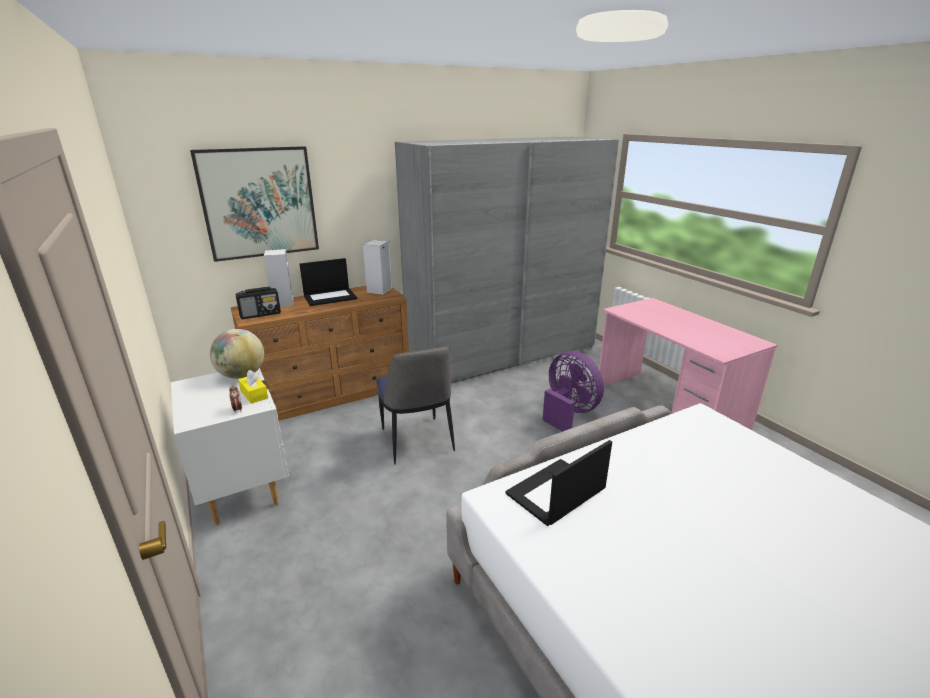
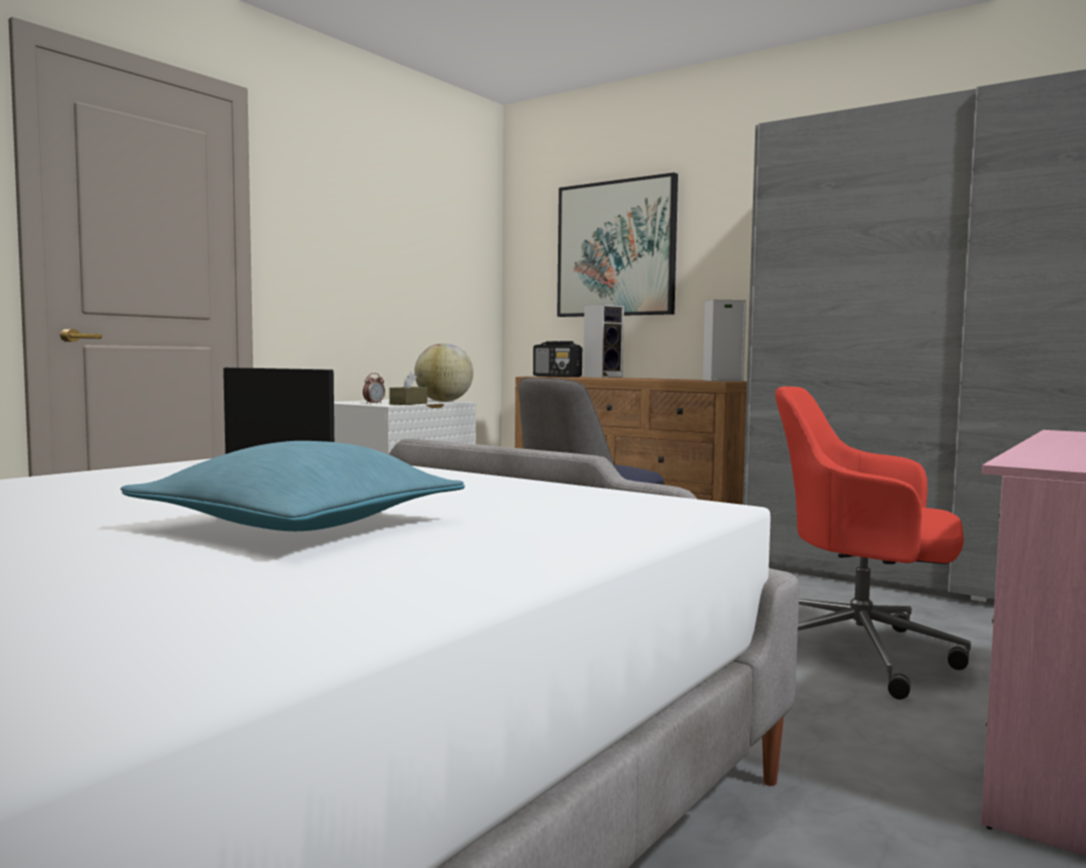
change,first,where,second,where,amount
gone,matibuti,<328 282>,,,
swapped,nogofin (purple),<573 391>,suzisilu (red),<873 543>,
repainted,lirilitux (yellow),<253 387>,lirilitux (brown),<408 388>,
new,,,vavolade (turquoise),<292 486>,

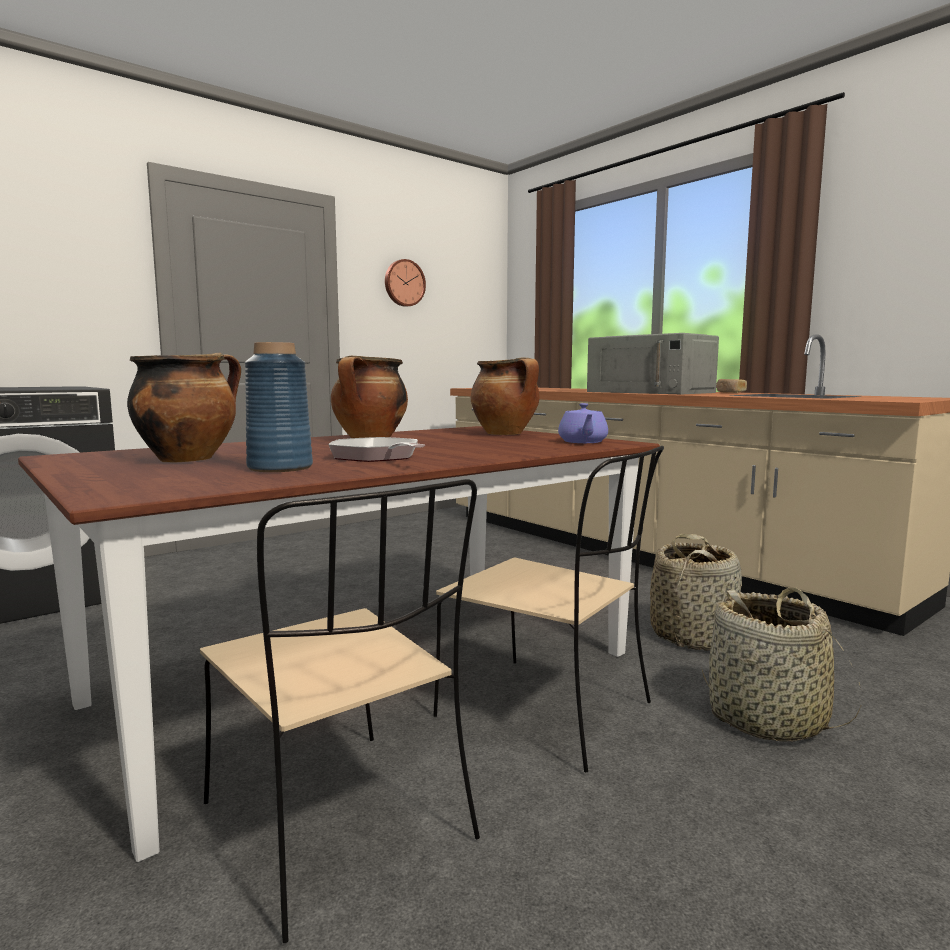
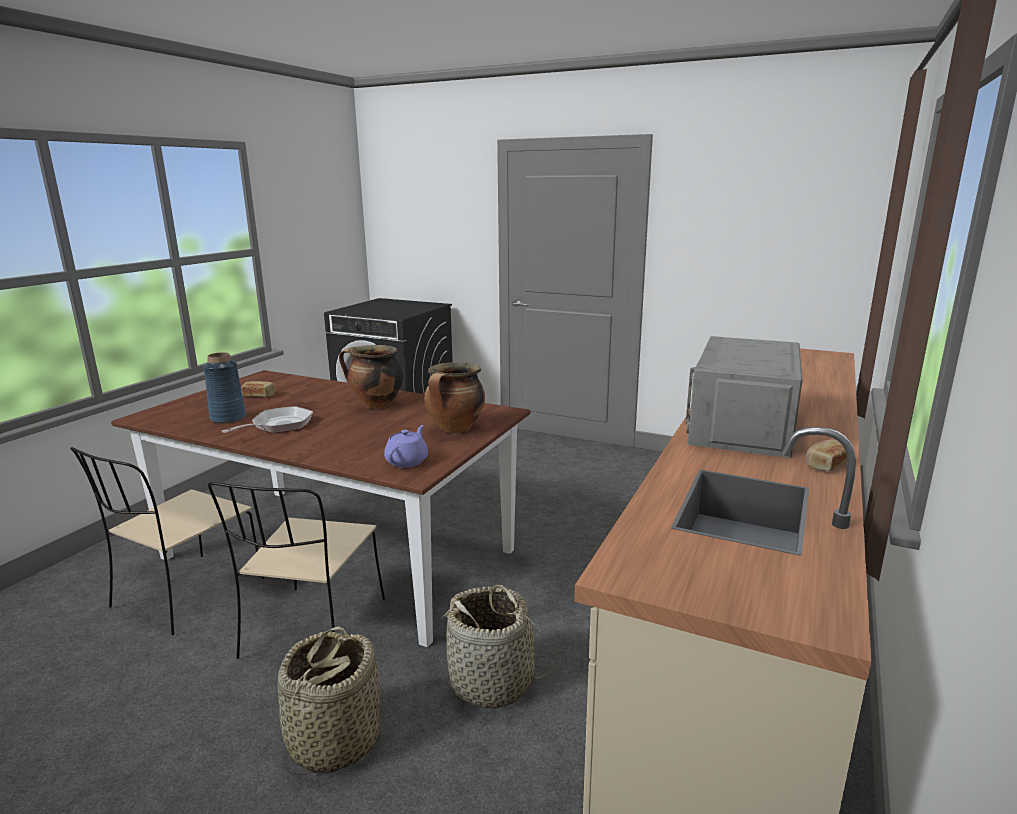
change,first,where,second,where,amount
gone,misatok,<405 283>,,,
swapped,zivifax,<184 407>,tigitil,<258 389>,
rotated,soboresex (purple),<583 423>,,<406 446>,135 degrees clockwise

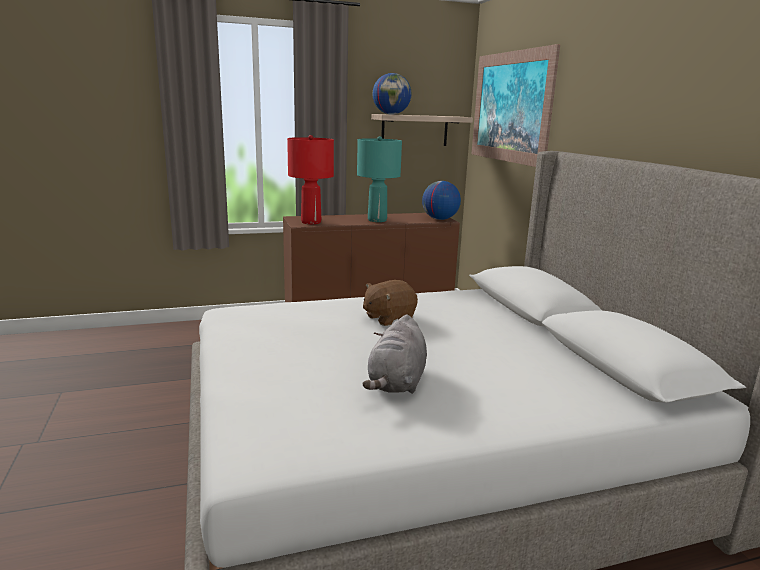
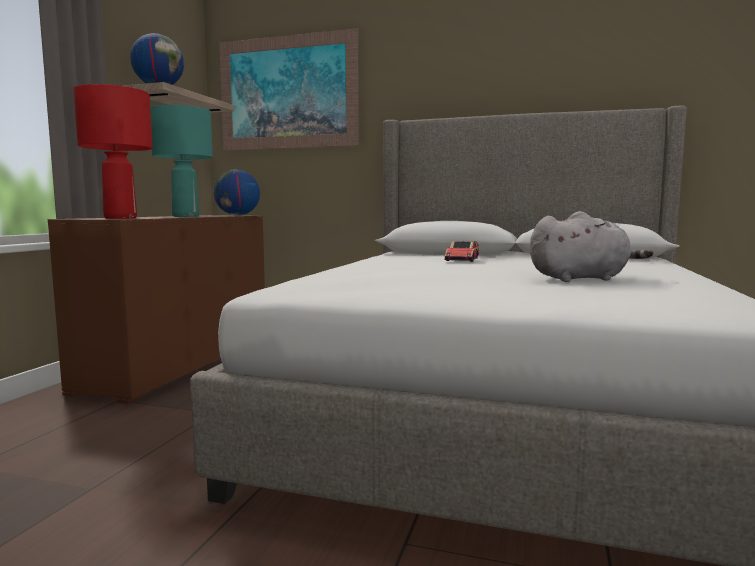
change,first,where,second,where,amount
gone,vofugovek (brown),<390 303>,,,
rotated,vofugovek (grey),<395 354>,,<591 246>,60 degrees counterclockwise
new,,,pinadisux,<461 251>,

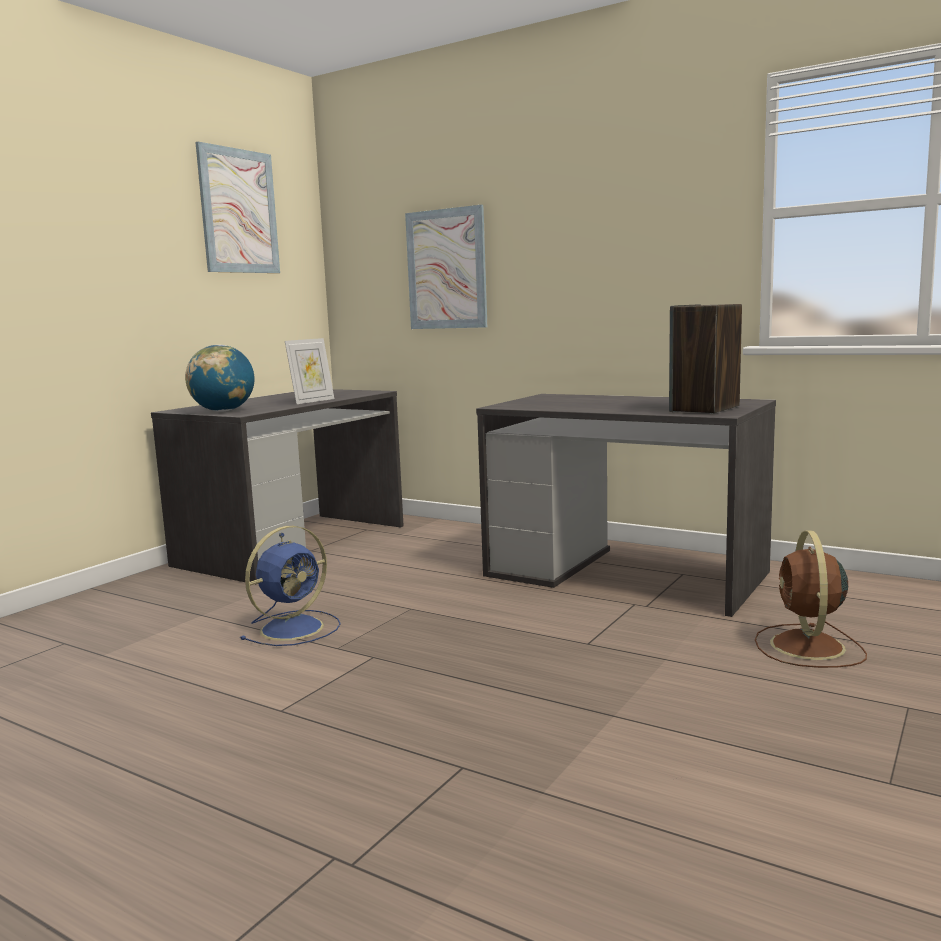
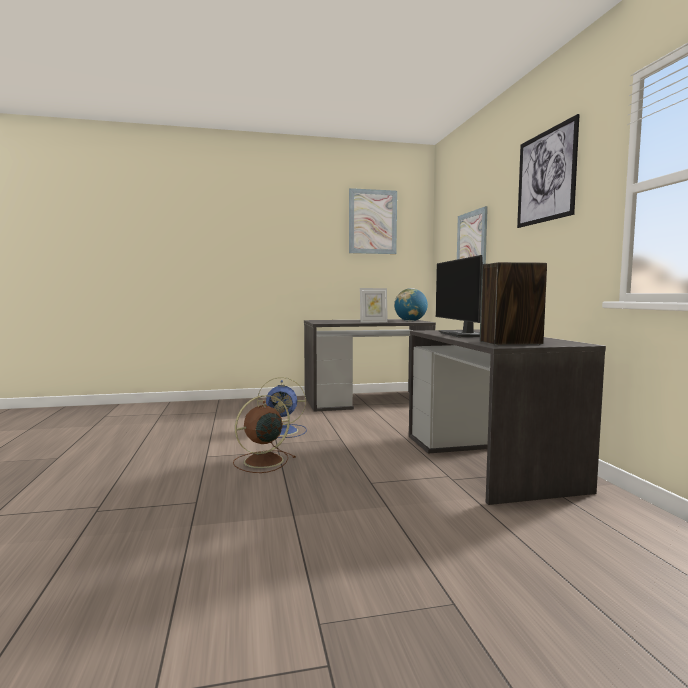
change,first,where,second,where,amount
shifted,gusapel,<220 378>,,<411 305>,
shifted,nogofin (brown),<811 599>,,<264 434>,
new,,,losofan,<548 171>,
new,,,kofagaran,<459 296>,

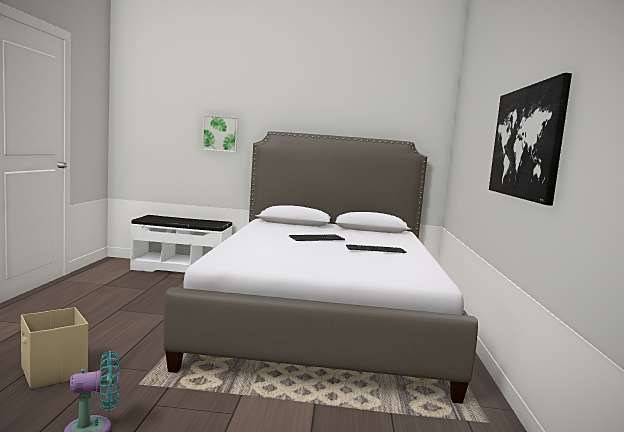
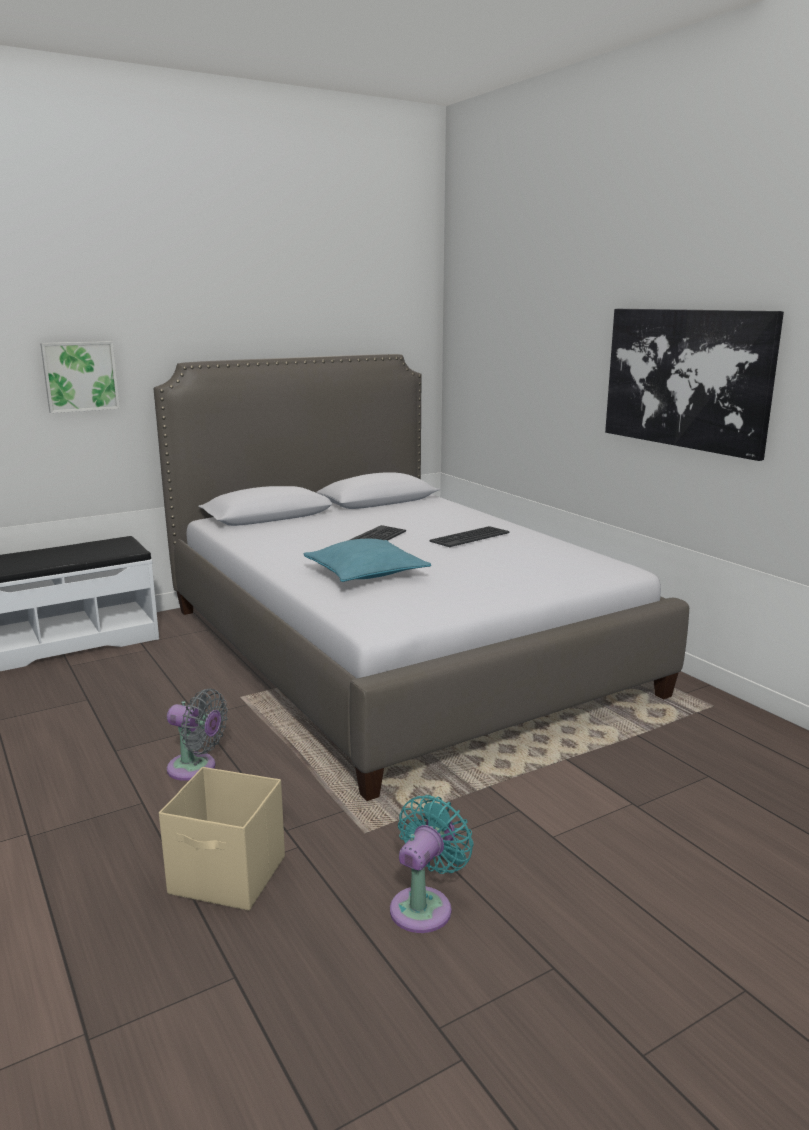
change,first,where,second,where,amount
new,,,vavolade (turquoise),<367 560>,
new,,,nogofin (grey),<197 735>,

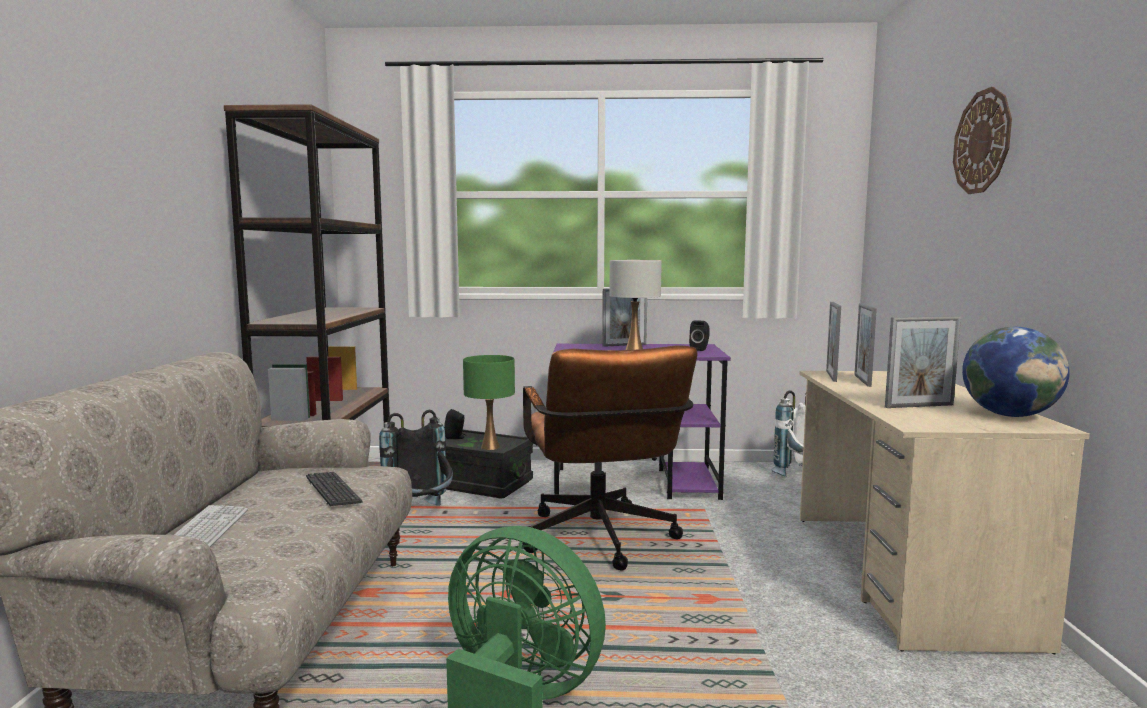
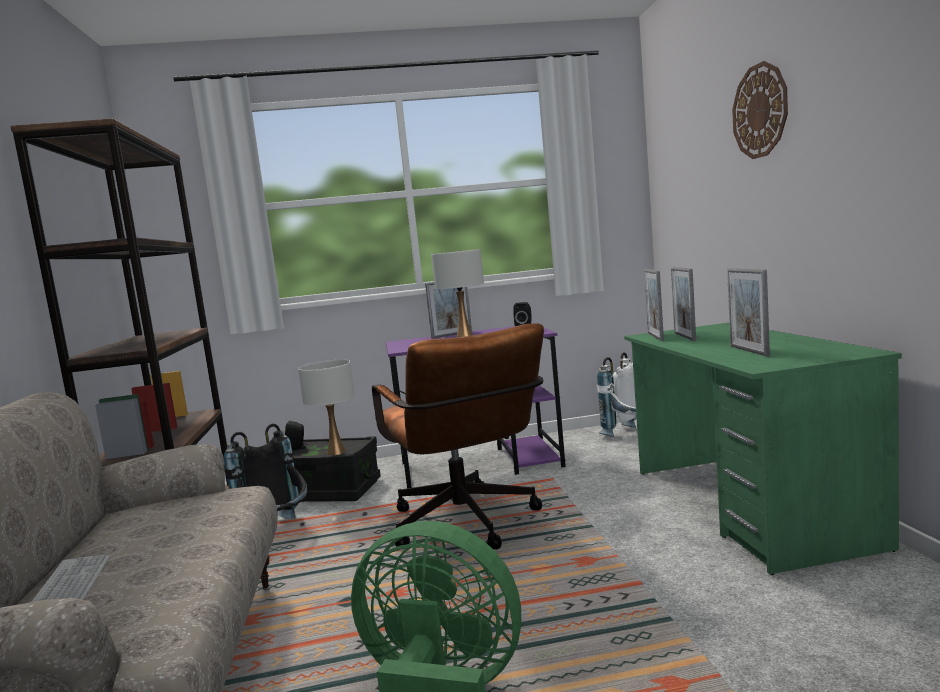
change,first,where,second,where,amount
rotated,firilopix,<923 362>,,<748 312>,105 degrees clockwise
gone,gusapel,<1016 372>,,,
repainted,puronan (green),<489 402>,puronan (white),<326 407>,
repainted,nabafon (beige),<944 512>,nabafon (green),<763 449>,
gone,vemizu,<334 489>,,,

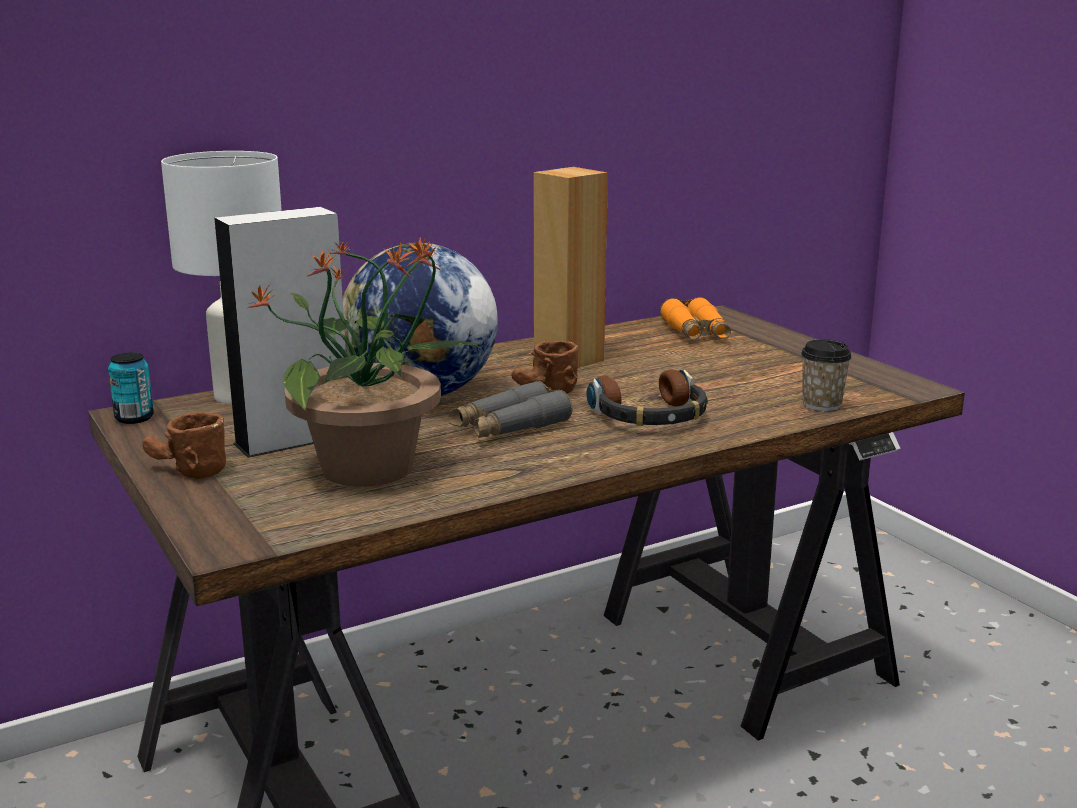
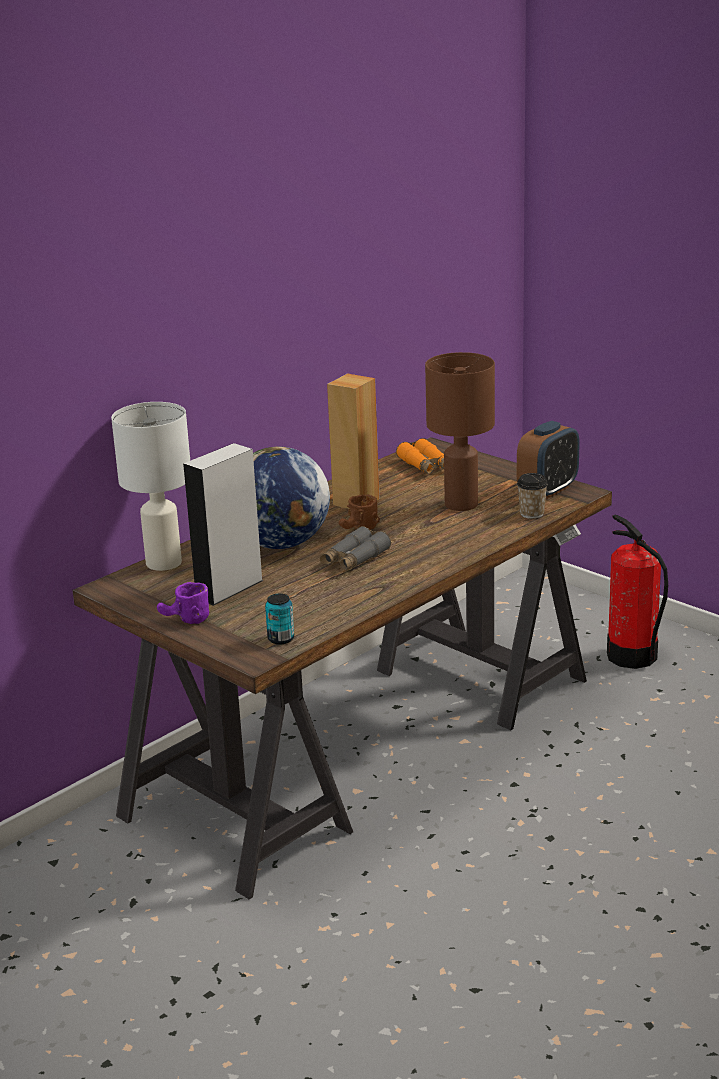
change,first,where,second,where,amount
gone,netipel,<364 361>,,,
shifted,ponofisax,<131 388>,,<279 619>,
gone,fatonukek,<647 398>,,,
repainted,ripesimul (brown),<184 445>,ripesimul (purple),<183 603>,
new,,,puronan (brown),<460 431>,
new,,,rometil,<548 460>,
new,,,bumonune,<637 592>,

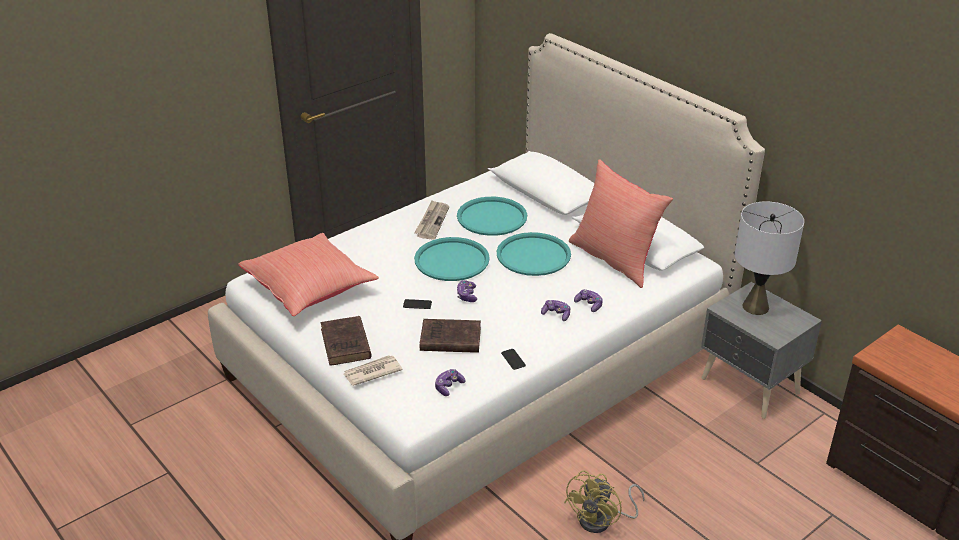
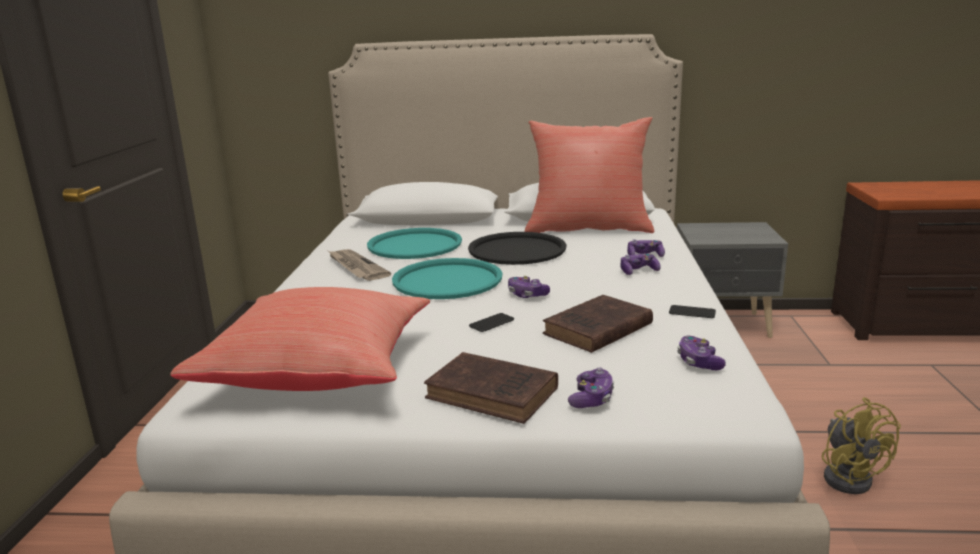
change,first,where,second,where,amount
gone,puronan (grey),<769 258>,,,
repainted,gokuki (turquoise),<534 254>,gokuki (black),<517 248>,
swapped,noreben,<372 370>,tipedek,<591 387>,

